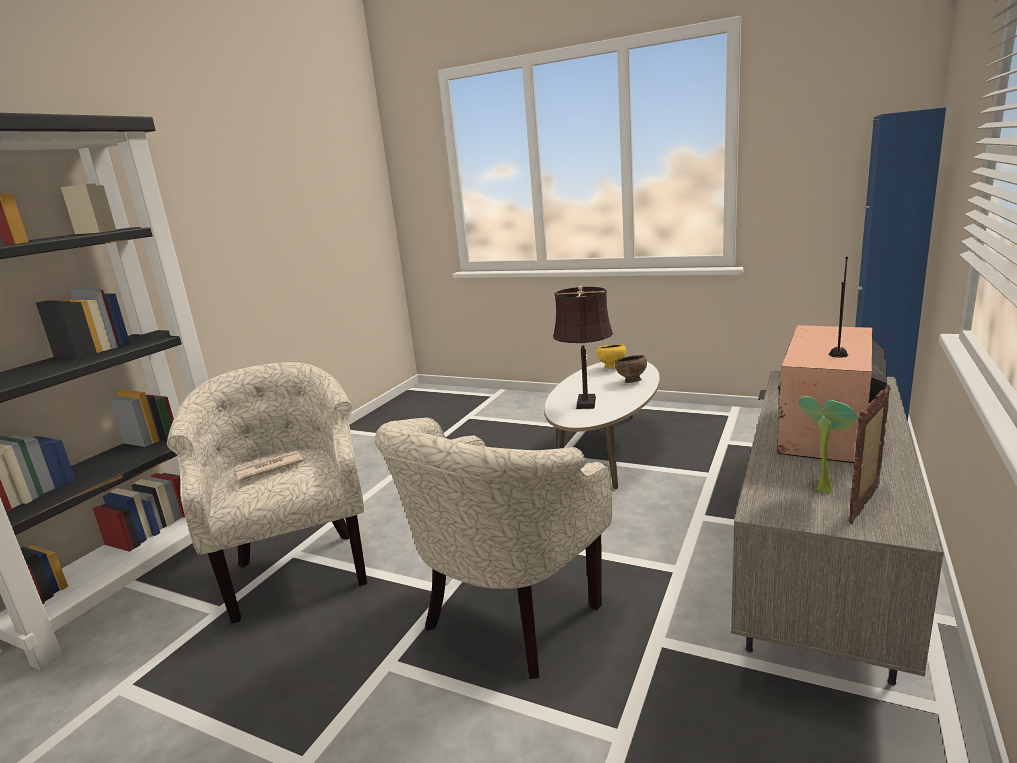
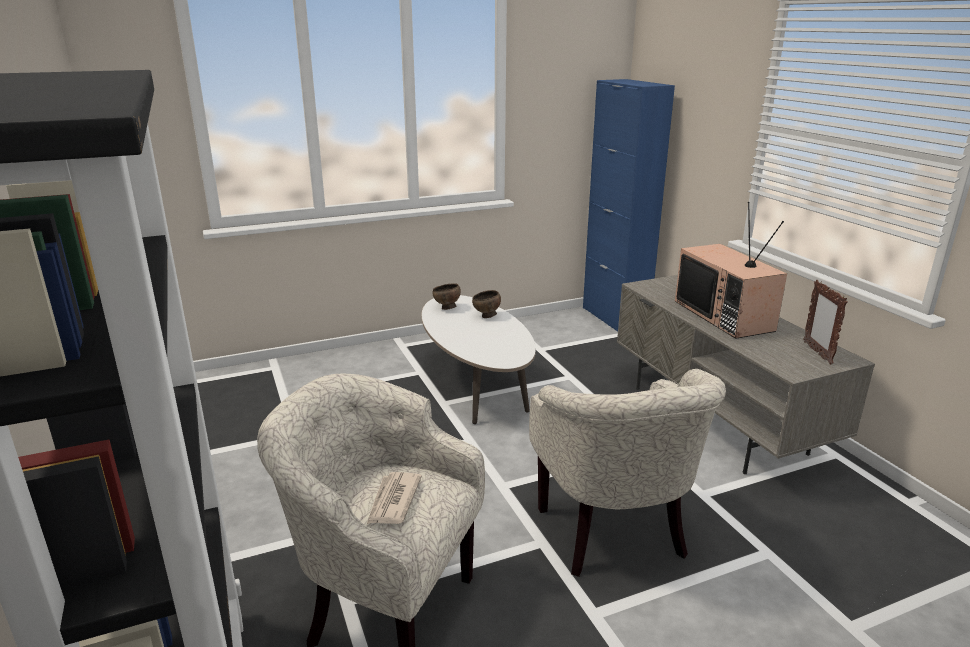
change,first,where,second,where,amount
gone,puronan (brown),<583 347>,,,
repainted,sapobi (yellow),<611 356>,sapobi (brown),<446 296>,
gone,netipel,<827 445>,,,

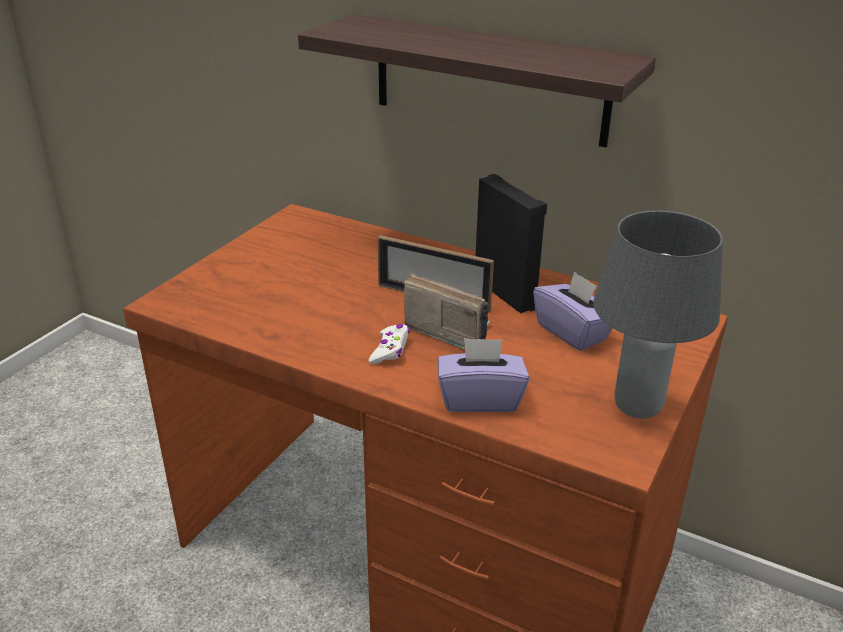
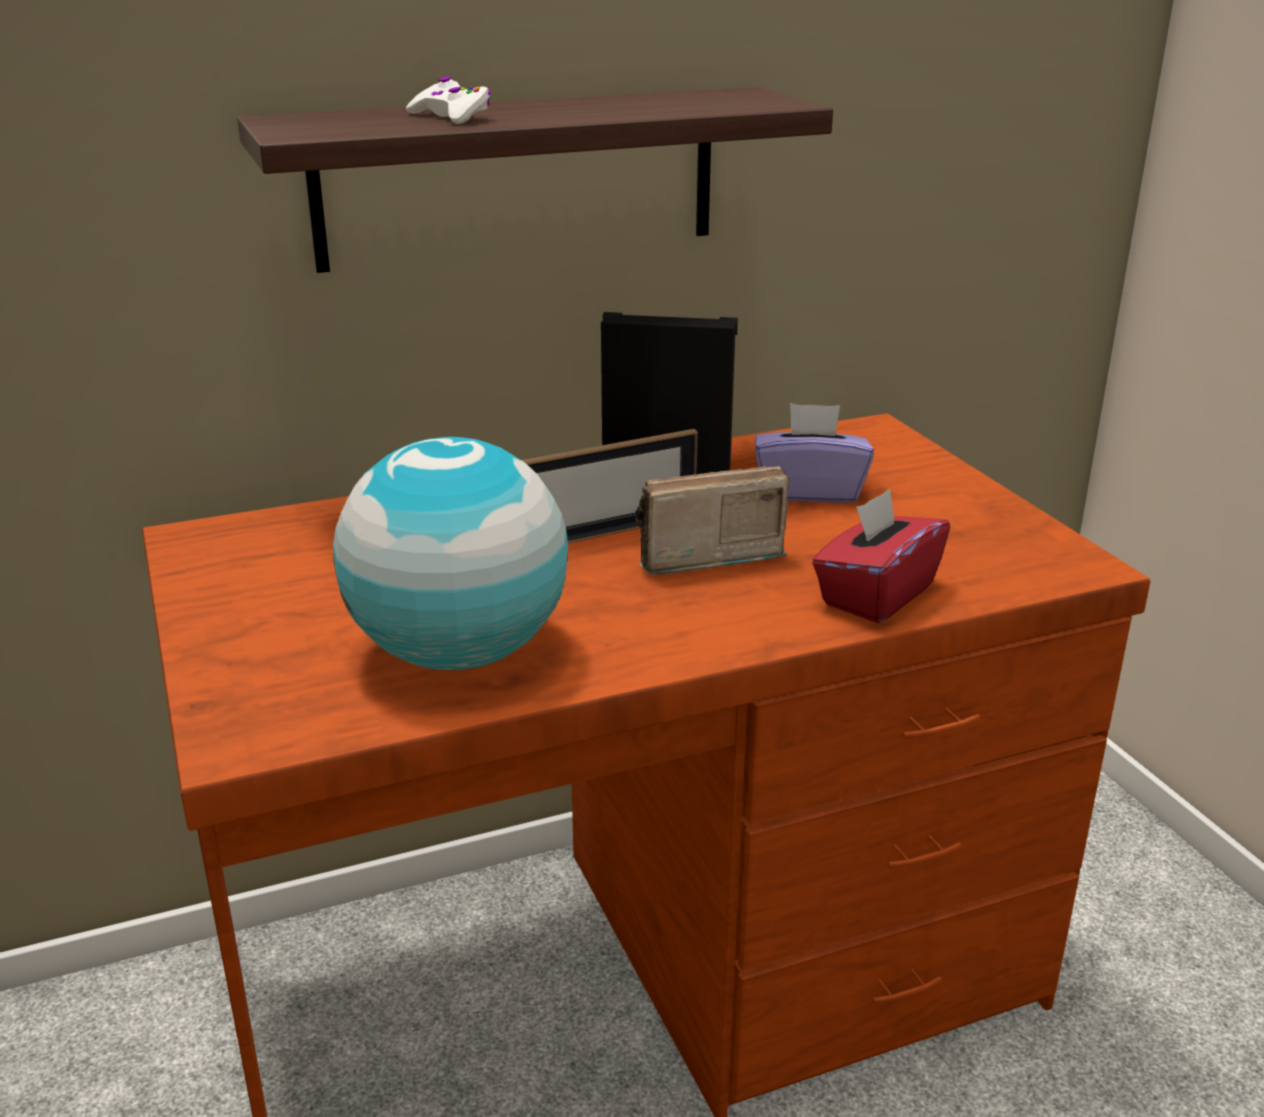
change,first,where,second,where,amount
gone,puronan (grey),<658 314>,,,
shifted,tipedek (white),<389 344>,,<448 100>,
repainted,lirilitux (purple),<483 375>,lirilitux (red),<881 556>,
new,,,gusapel,<450 553>,

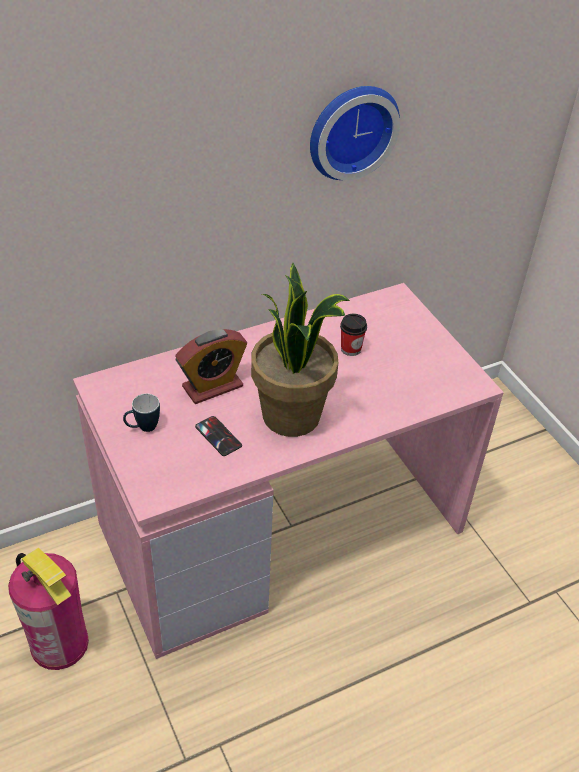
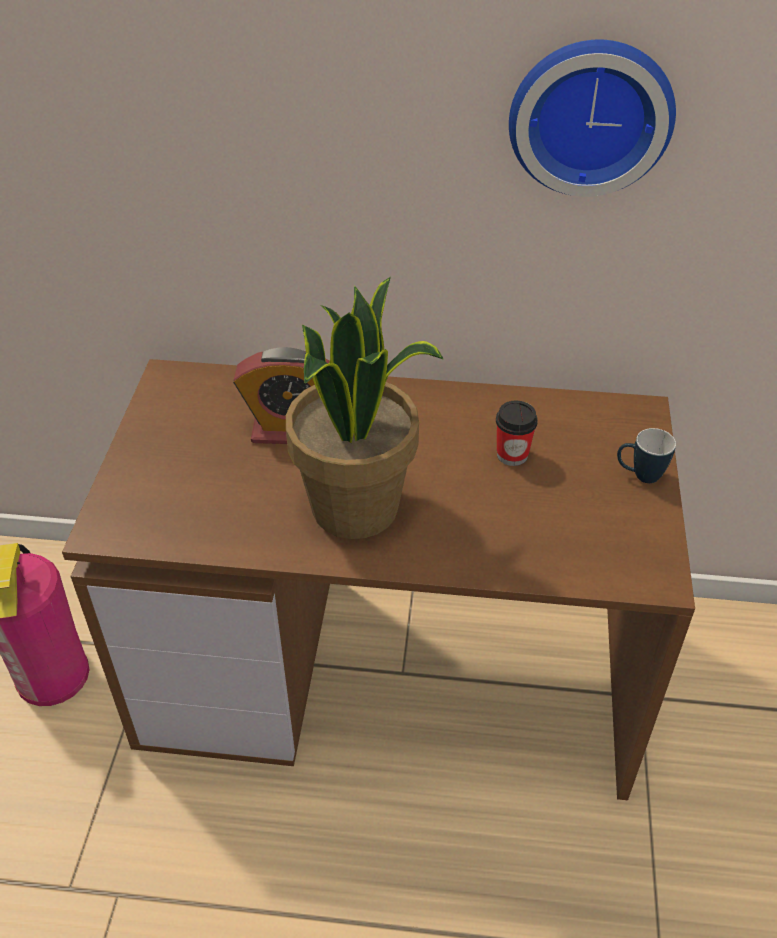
change,first,where,second,where,amount
repainted,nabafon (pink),<288 471>,nabafon (brown),<378 579>,
shifted,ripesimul,<141 413>,,<646 455>,
gone,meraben,<218 436>,,,

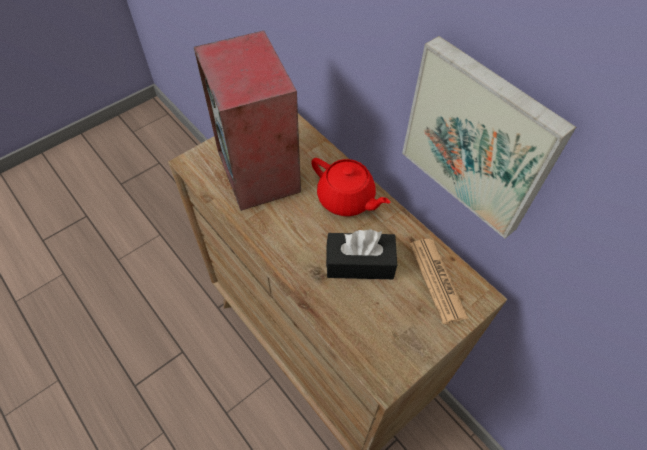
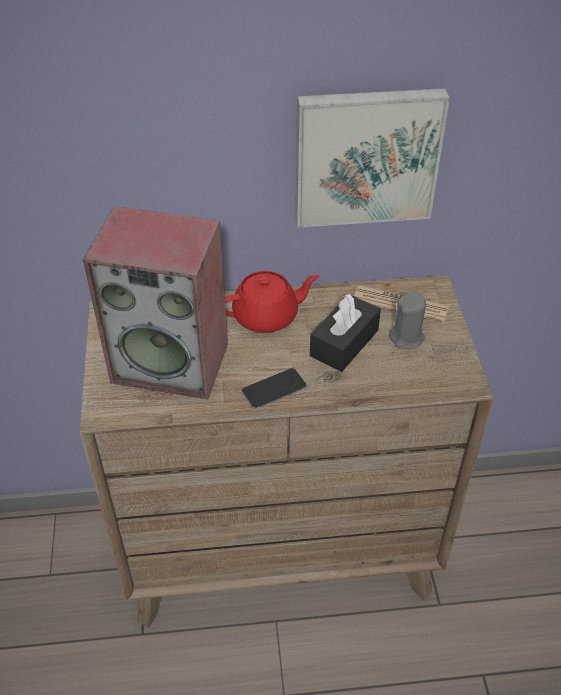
change,first,where,second,where,amount
new,,,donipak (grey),<407 320>,
new,,,meraben,<274 388>,

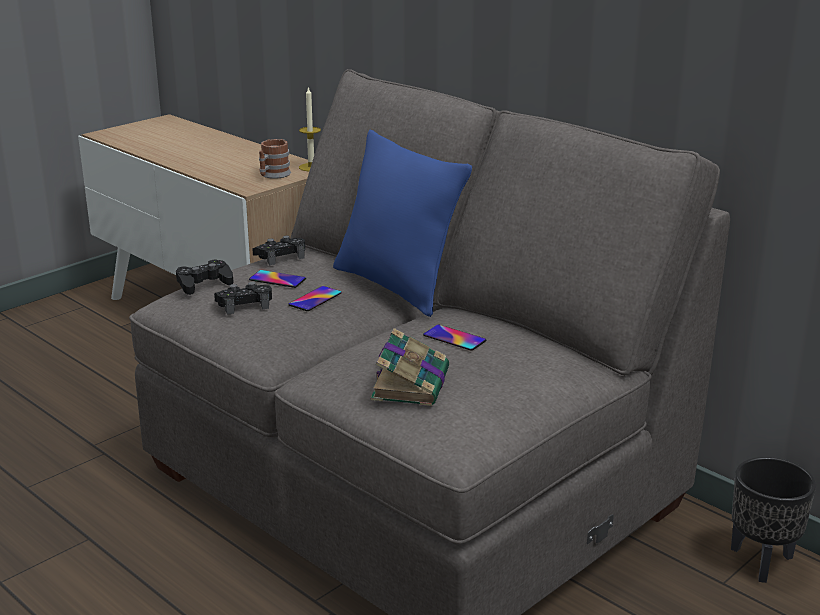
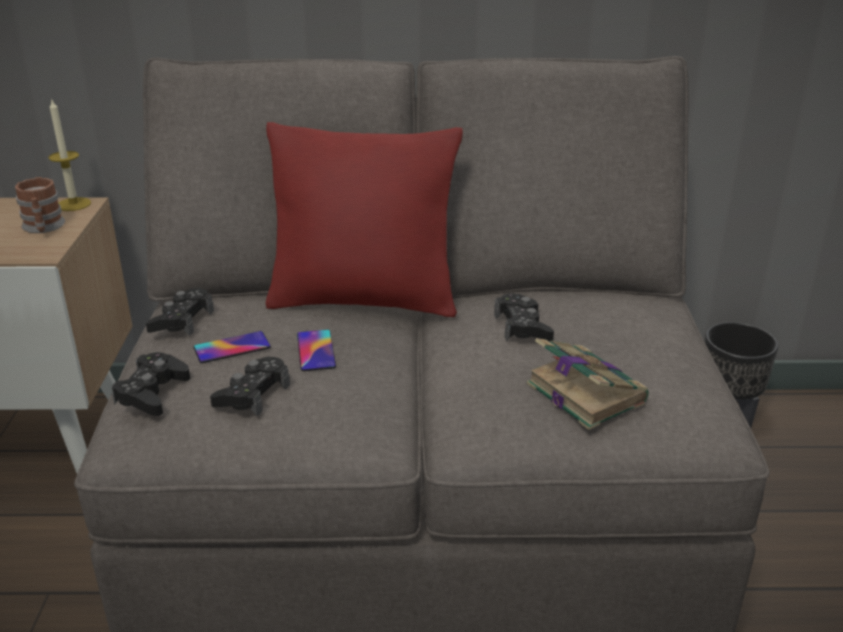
change,first,where,second,where,amount
repainted,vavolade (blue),<402 223>,vavolade (red),<364 219>,
swapped,meraben,<454 338>,tipedek (black),<524 317>,

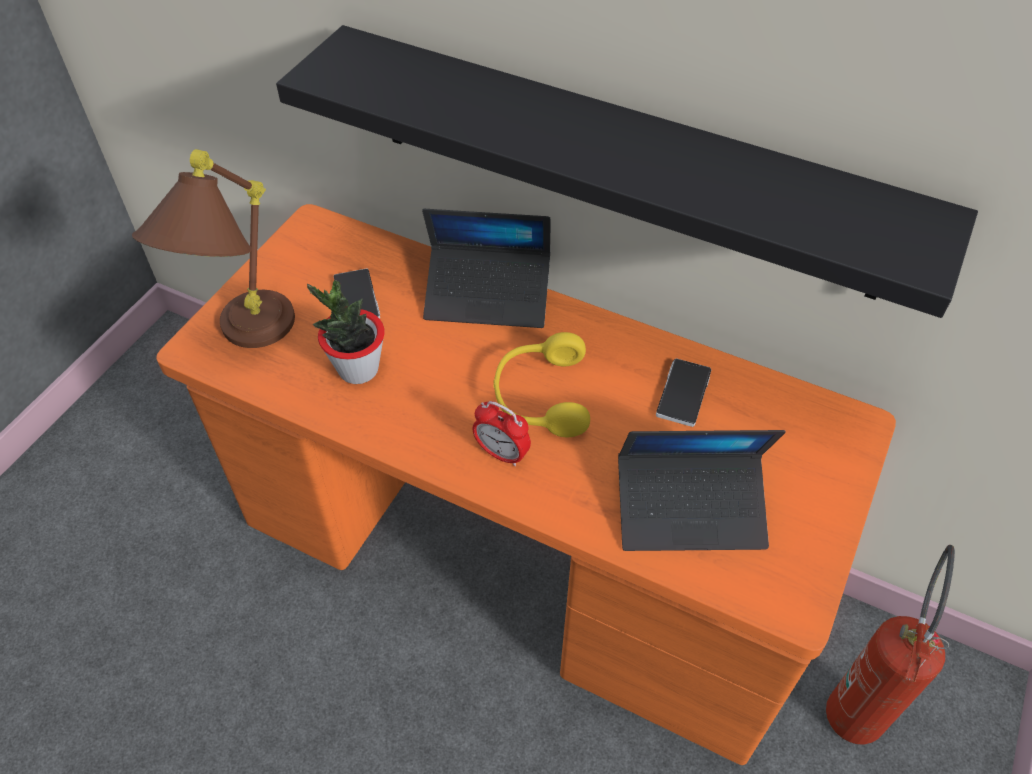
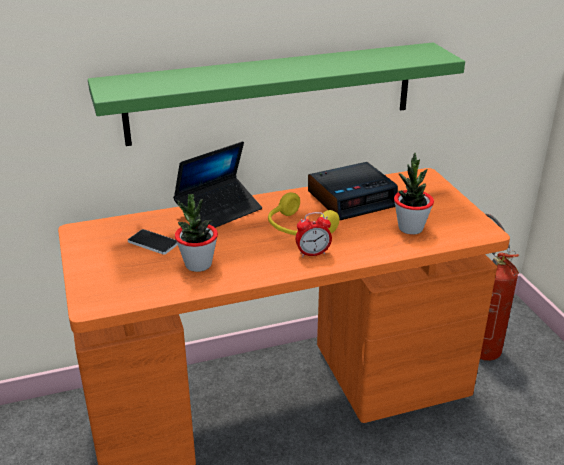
change,first,where,second,where,amount
repainted,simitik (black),<627 171>,simitik (green),<276 94>,
gone,puronan (brown),<213 248>,,,
swapped,meraben,<683 392>,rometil,<353 191>,
swapped,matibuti,<702 490>,netipel,<414 194>,

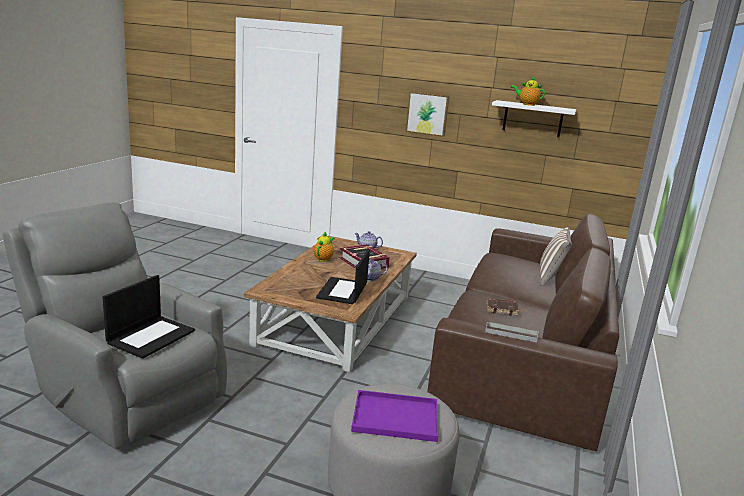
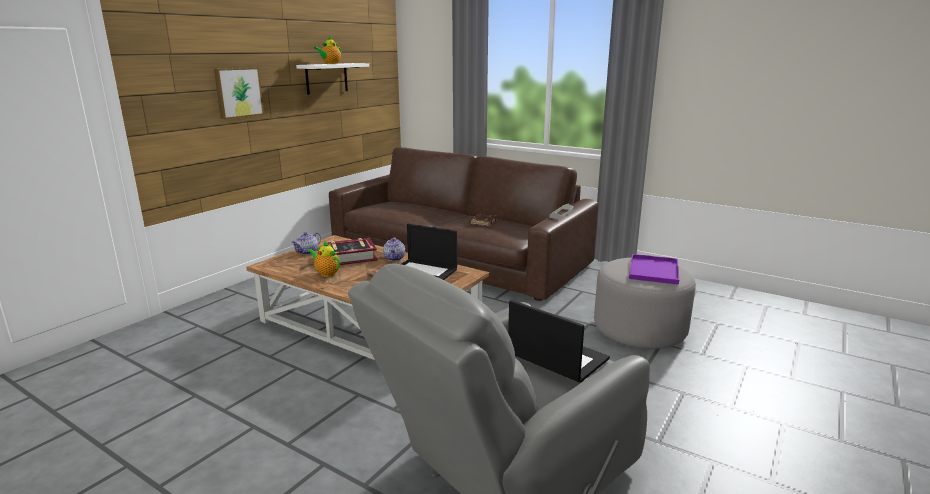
change,first,where,second,where,amount
gone,vavolade,<556 256>,,,

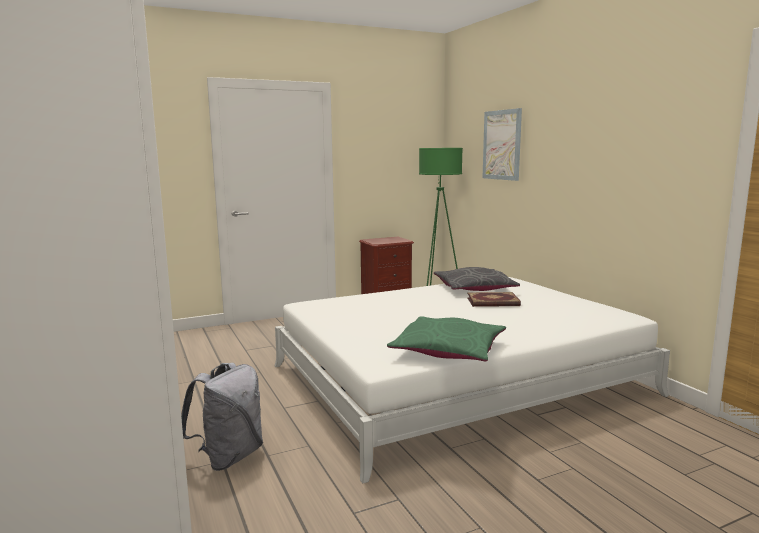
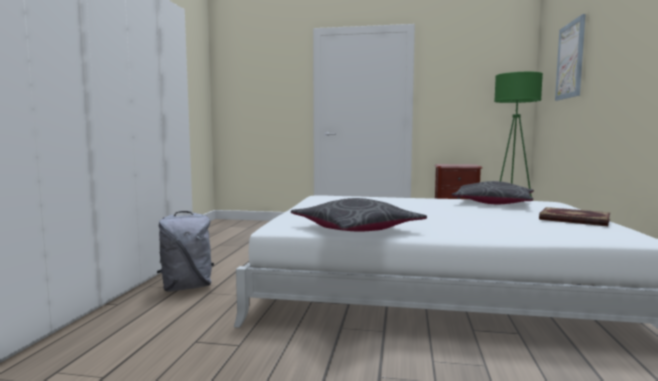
change,first,where,second,where,amount
shifted,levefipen,<494 299>,,<574 216>,
repainted,vavolade (green),<446 338>,vavolade (grey),<359 214>,

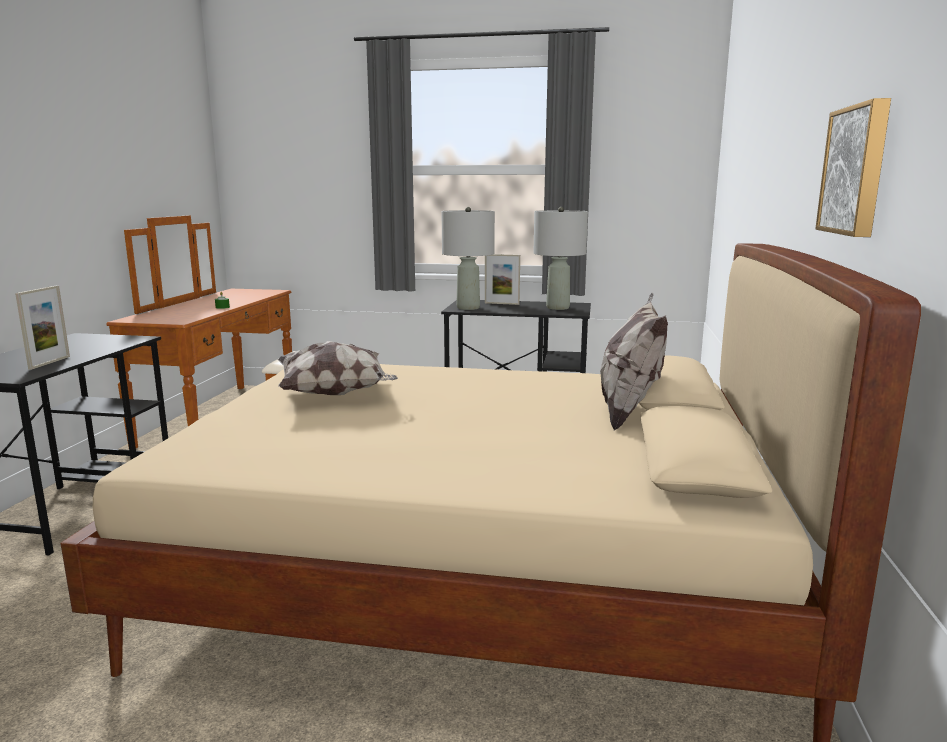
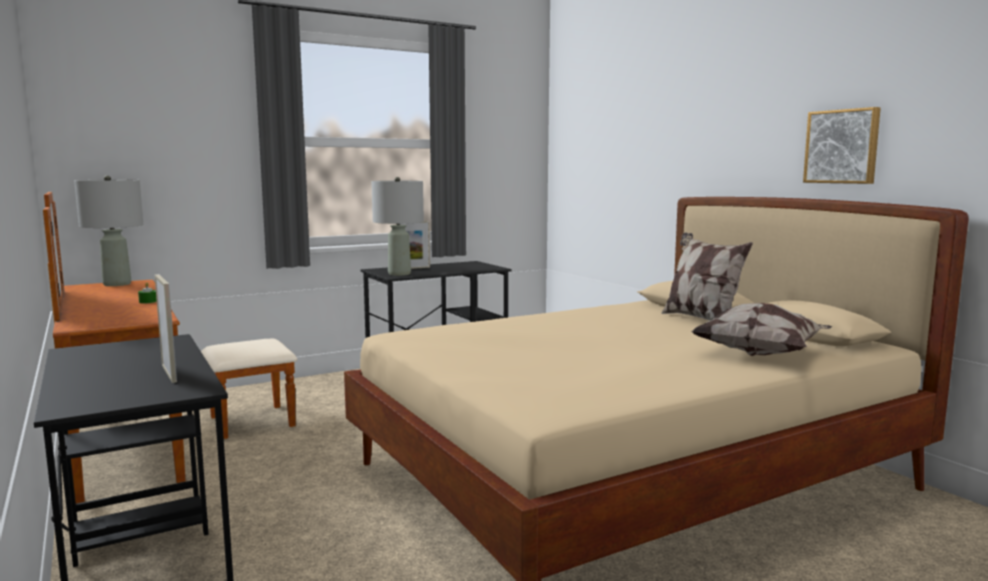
change,first,where,second,where,amount
shifted,puronan (grey),<560 258>,,<108 230>,
shifted,vavolade,<337 368>,,<761 329>,

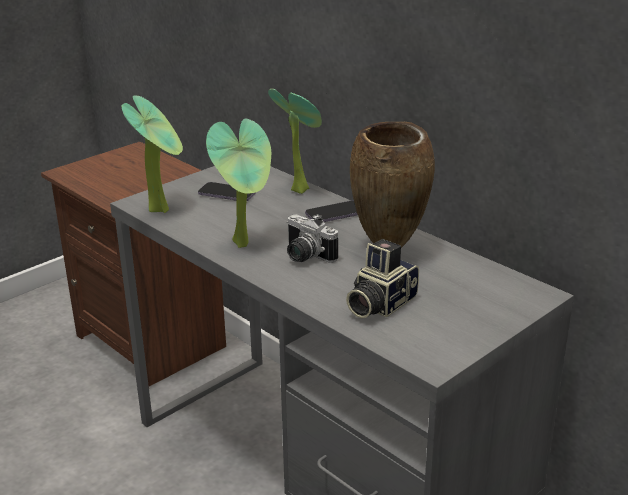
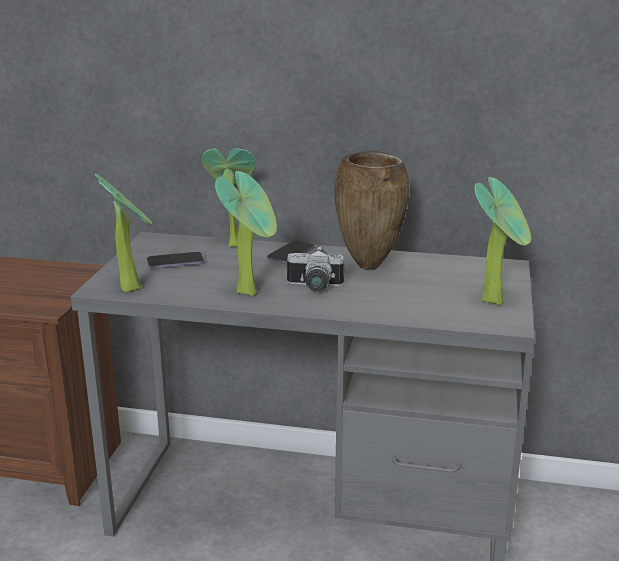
change,first,where,second,where,amount
gone,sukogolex,<382 278>,,,
new,,,netipel,<503 241>,

